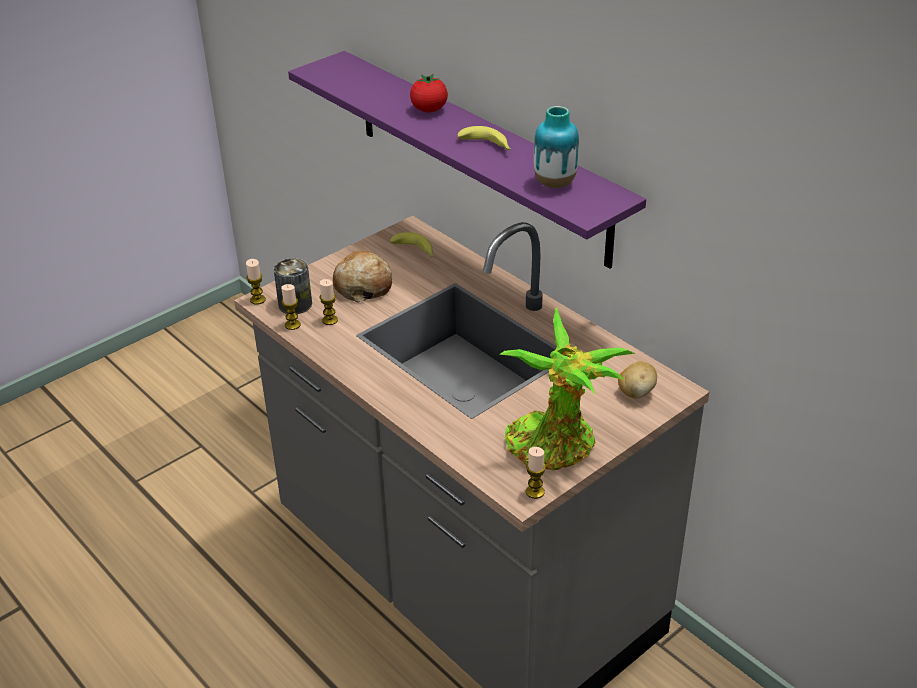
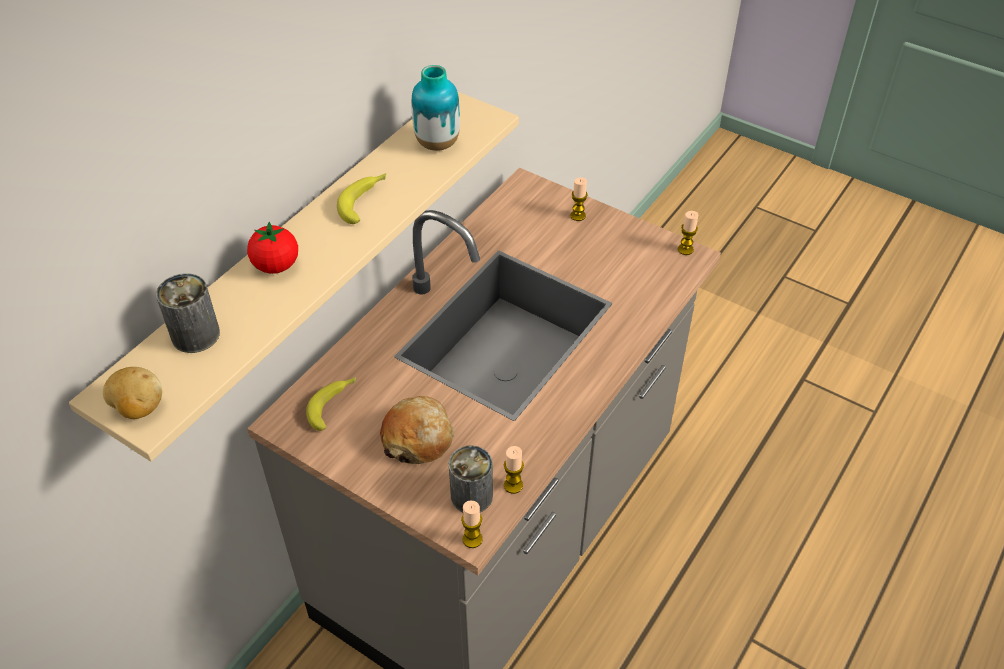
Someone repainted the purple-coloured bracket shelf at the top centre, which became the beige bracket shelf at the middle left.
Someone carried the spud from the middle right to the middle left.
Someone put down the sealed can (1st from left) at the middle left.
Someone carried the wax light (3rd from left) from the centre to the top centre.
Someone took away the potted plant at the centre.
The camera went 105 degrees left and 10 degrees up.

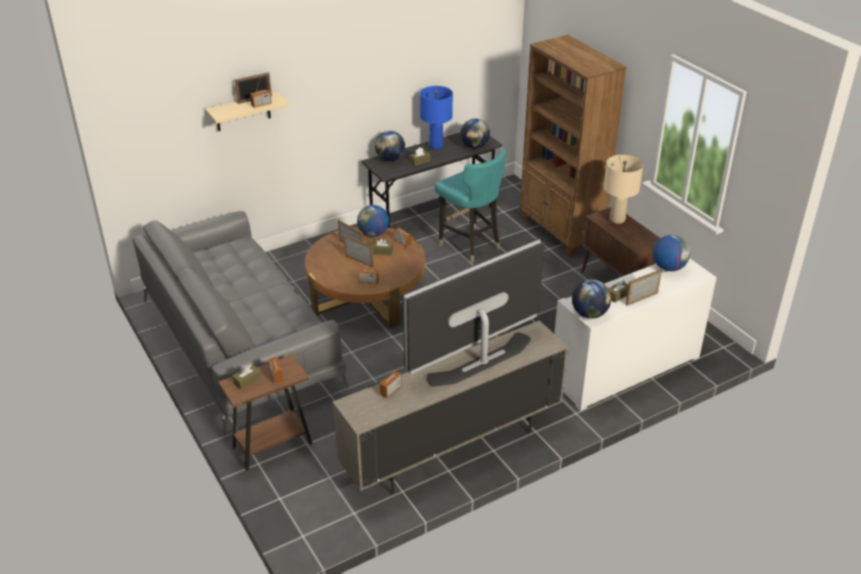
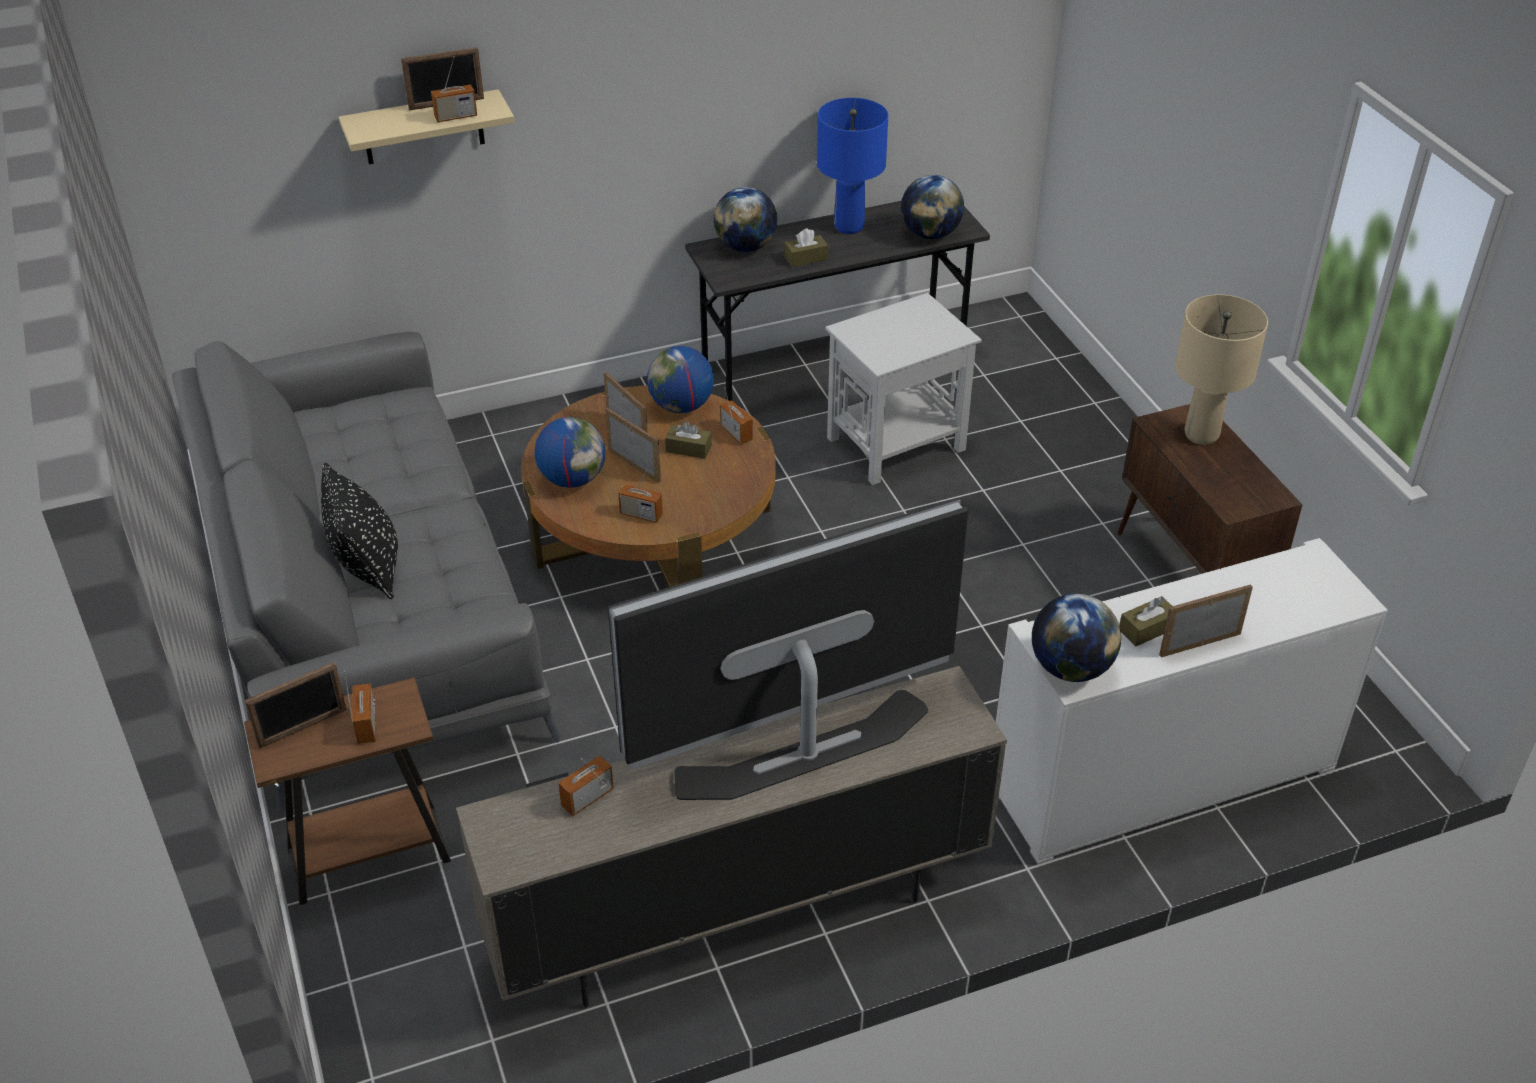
Someone swapped the brown-coloured tissue holder (1st from left) at the middle left for the photo frame (1st from left) at the middle left.
Someone put down the black-coloured throw pillow at the middle left.
Someone carried the desk globe (5th from left in the first image) from the middle right to the centre.
Someone swapped the blue-green plain chair at the centre for the white end table at the centre.
Someone took away the brown-coloured bookshelf at the top centre.
The camera went 10 degrees right and 5 degrees up.

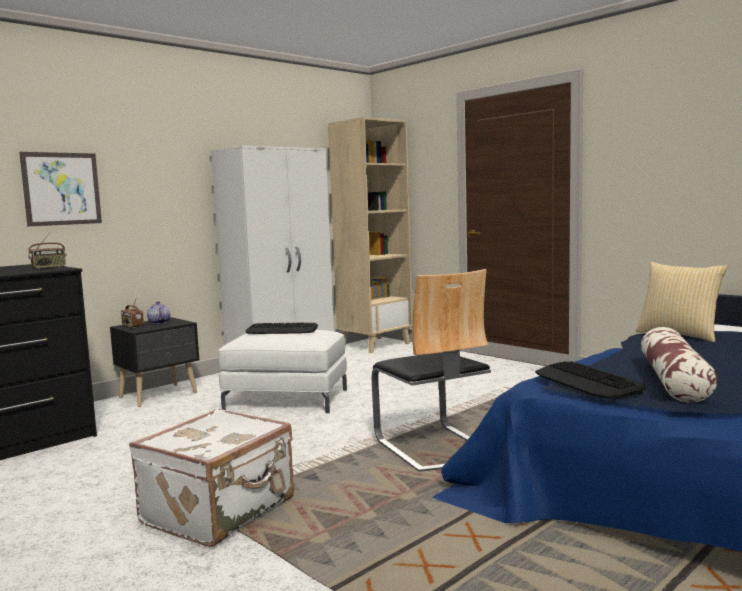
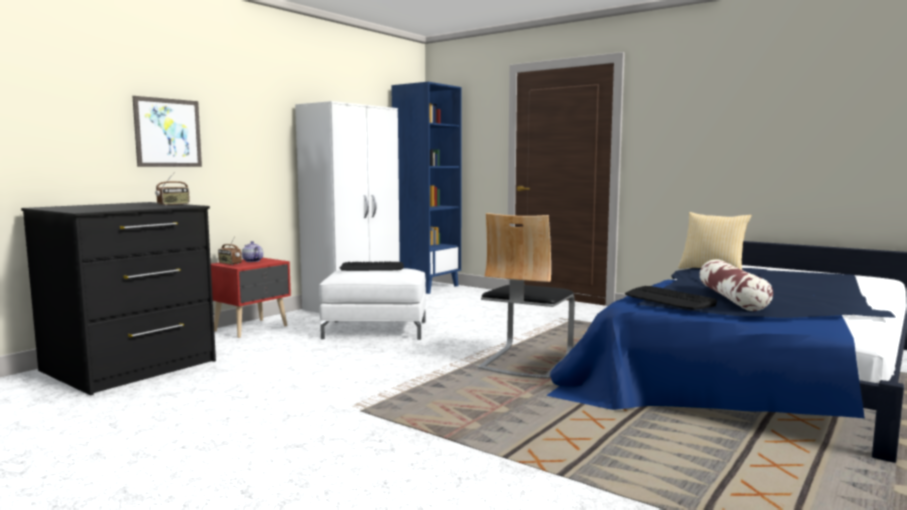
Someone repainted the black-coloured nightstand at the middle left, which became the reddish nightstand at the middle left.
Someone repainted the beige bookshelf at the centre, which became the blue-coloured bookshelf at the centre.
Someone rotated the plain chair at the centre by 60 degrees clockwise.
Someone took away the white piece of luggage at the bottom left.
The camera went 10 degrees left and 0 degrees up.

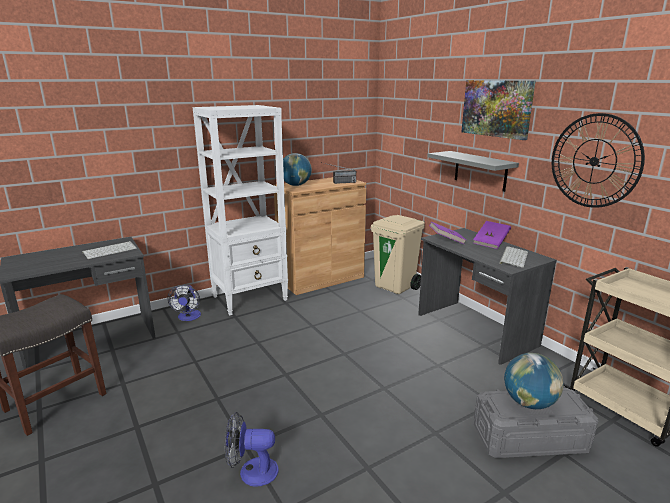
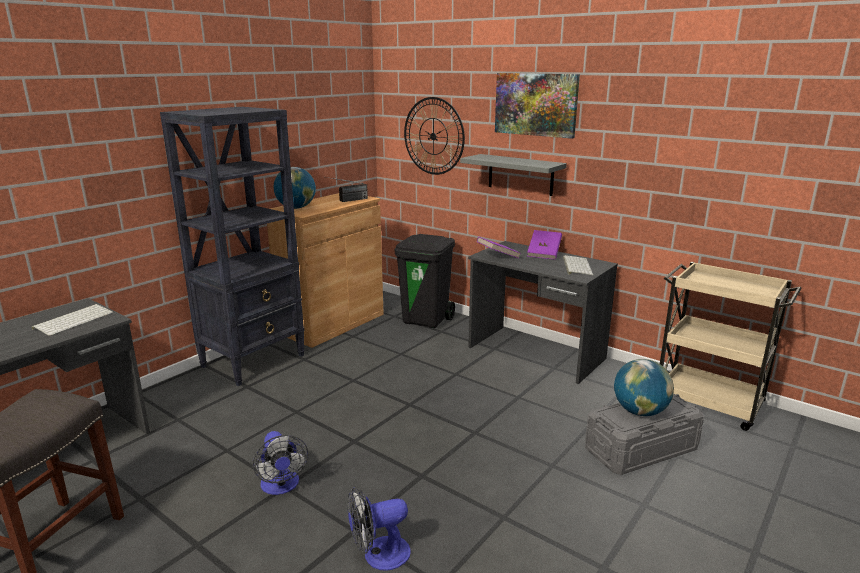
Someone repainted the white bookshelf at the centre, which became the black-coloured bookshelf at the middle left.
Someone carried the fan (1st from left) from the middle left to the bottom left.
Someone repainted the beige rubbish bin at the centre, which became the black-coloured rubbish bin at the centre.
Someone carried the wall clock from the top right to the top centre.
The camera went 20 degrees left and 0 degrees up.

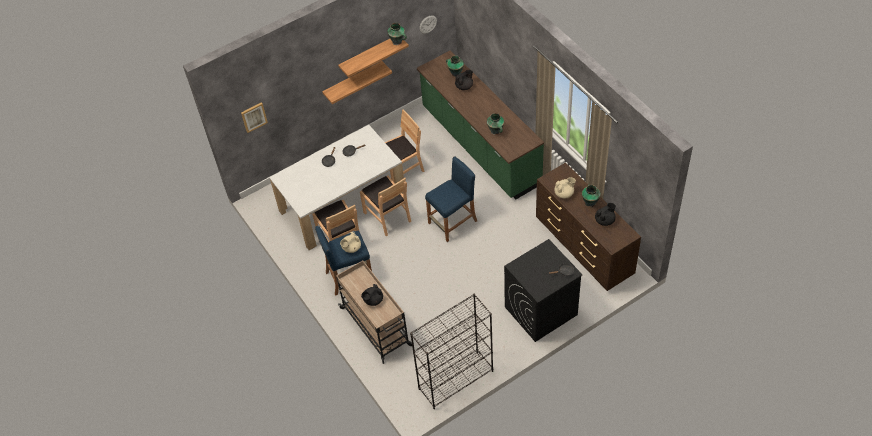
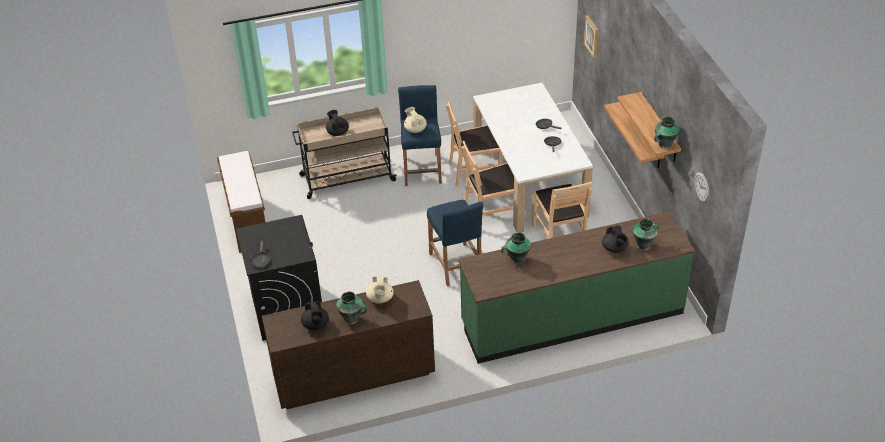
Someone swapped the black-coloured bookshelf at the bottom centre for the brown-coloured indoor bench at the middle left.
The camera went 105 degrees right and 10 degrees down.

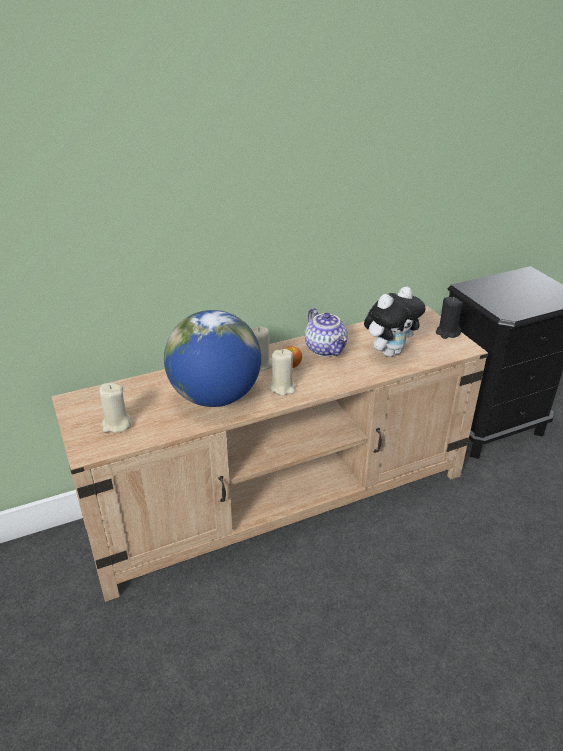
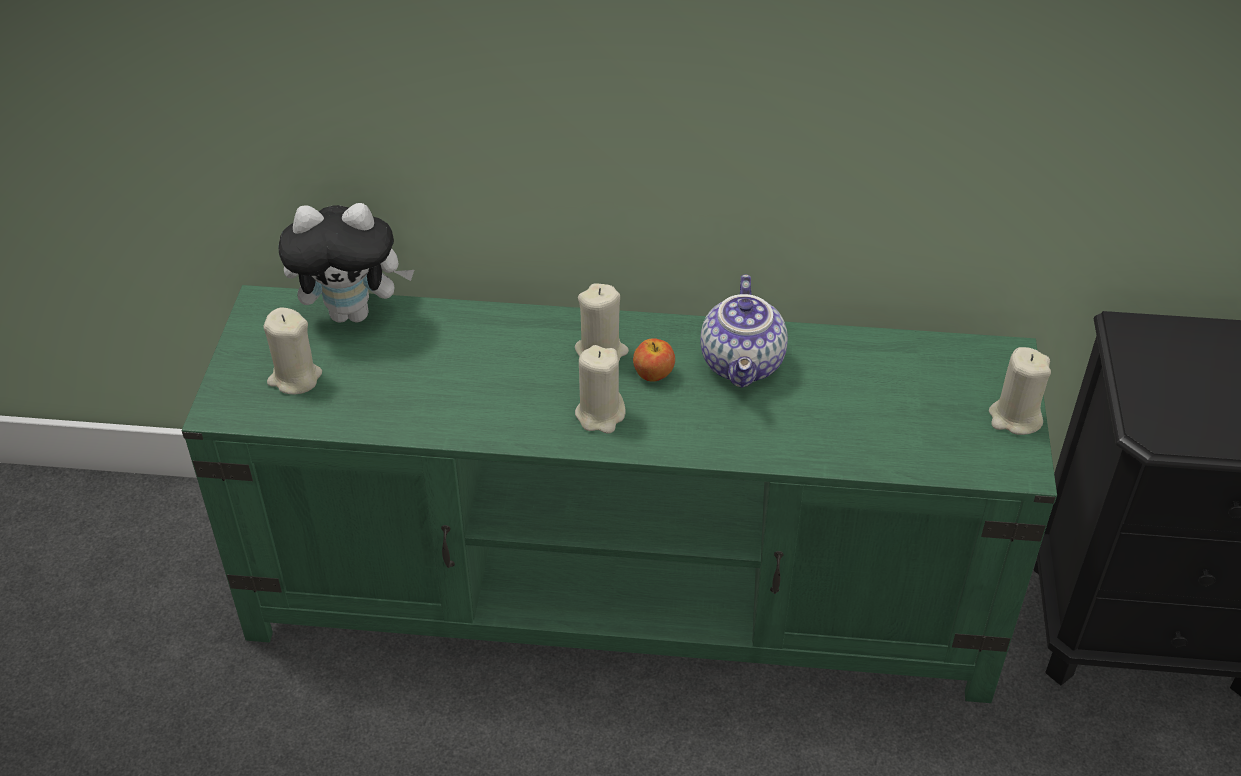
Someone repainted the beige tv stand at the centre, which became the greenish tv stand at the centre.
Someone carried the cuddly toy from the middle right to the middle left.
Someone repainted the black-coloured wax light at the middle right, which became the beige wax light (4th from left) at the middle right.
Someone took away the desk globe at the centre.
The camera went 30 degrees right and 10 degrees up.

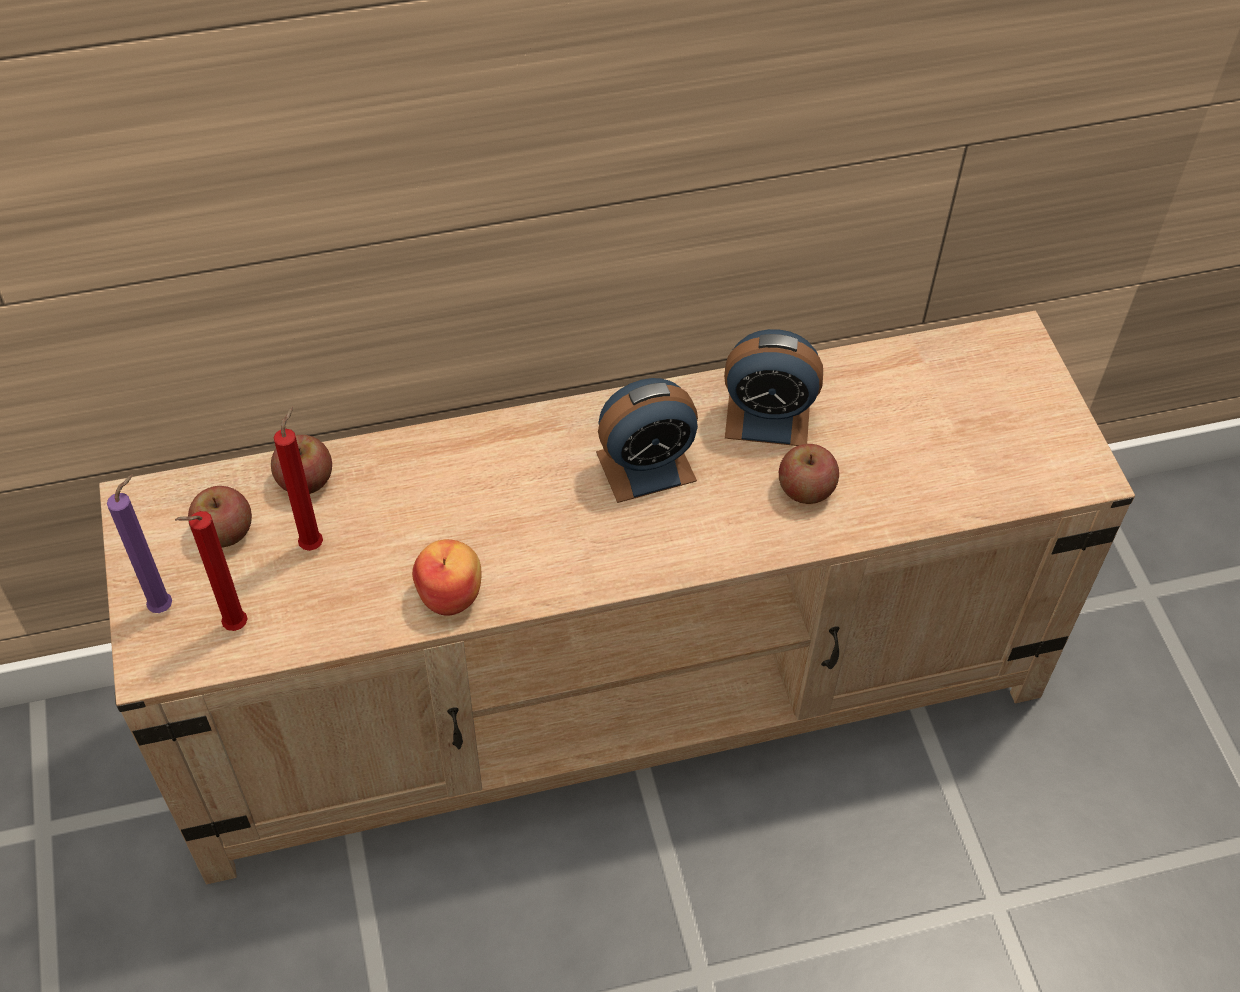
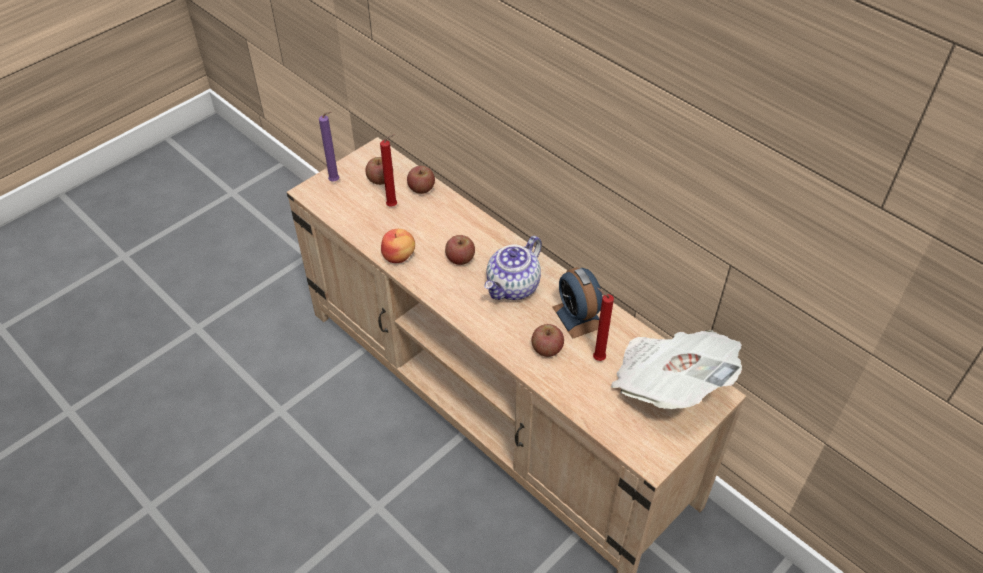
Someone put down the whole apple (4th from left) at the centre.
Someone swapped the bedside clock (1st from left) at the centre for the pot for tea at the centre.
Someone carried the reddish wax light (1st from left in the first image) from the middle left to the centre.
Someone put down the printed paper at the middle right.
The camera went 60 degrees right and 5 degrees down.

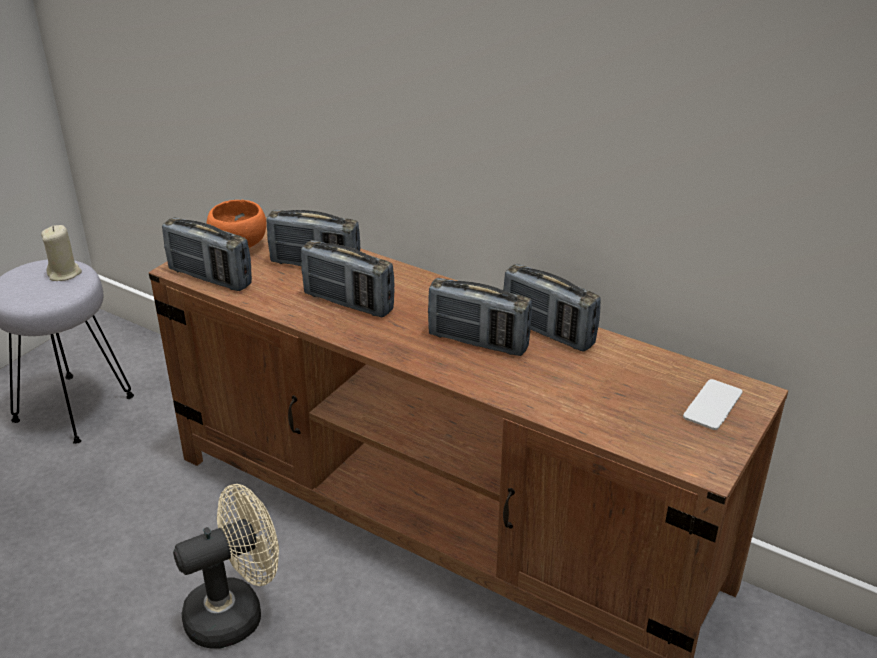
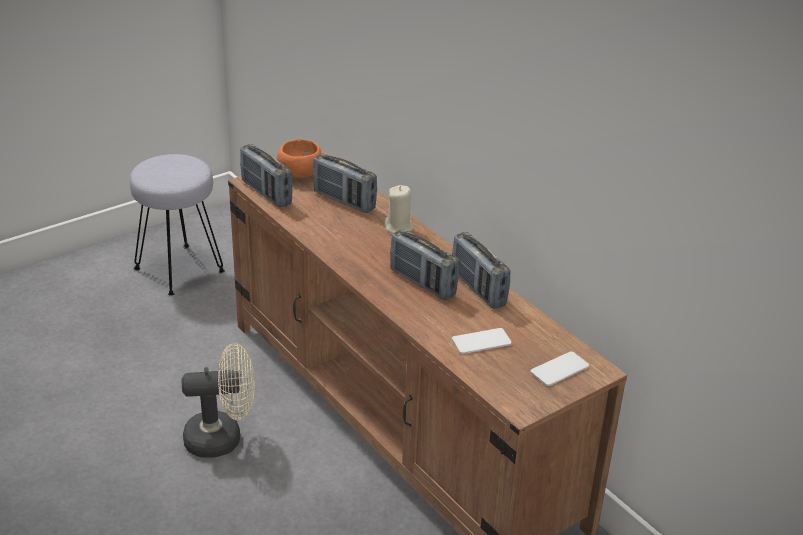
Someone carried the beige wax light from the middle left to the centre.
Someone put down the handset (1st from left) at the centre.
Someone took away the radio receiver (3rd from left) at the centre.
The camera went 20 degrees right and 0 degrees up.

